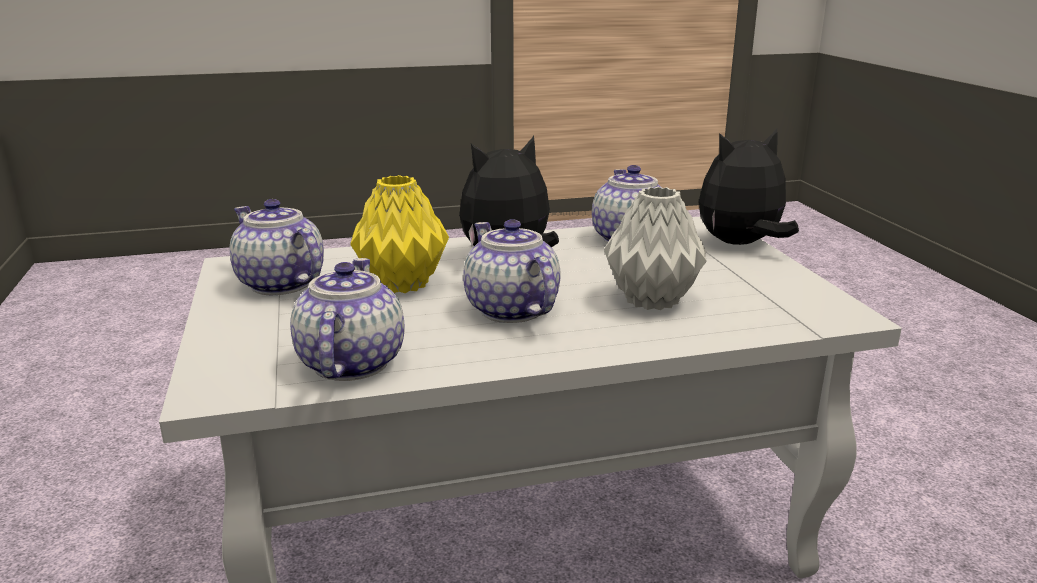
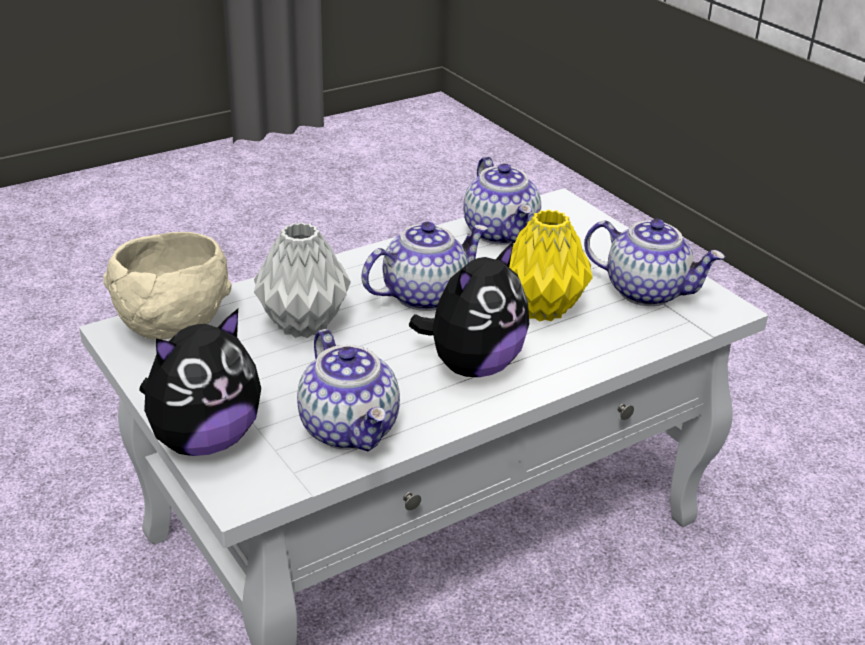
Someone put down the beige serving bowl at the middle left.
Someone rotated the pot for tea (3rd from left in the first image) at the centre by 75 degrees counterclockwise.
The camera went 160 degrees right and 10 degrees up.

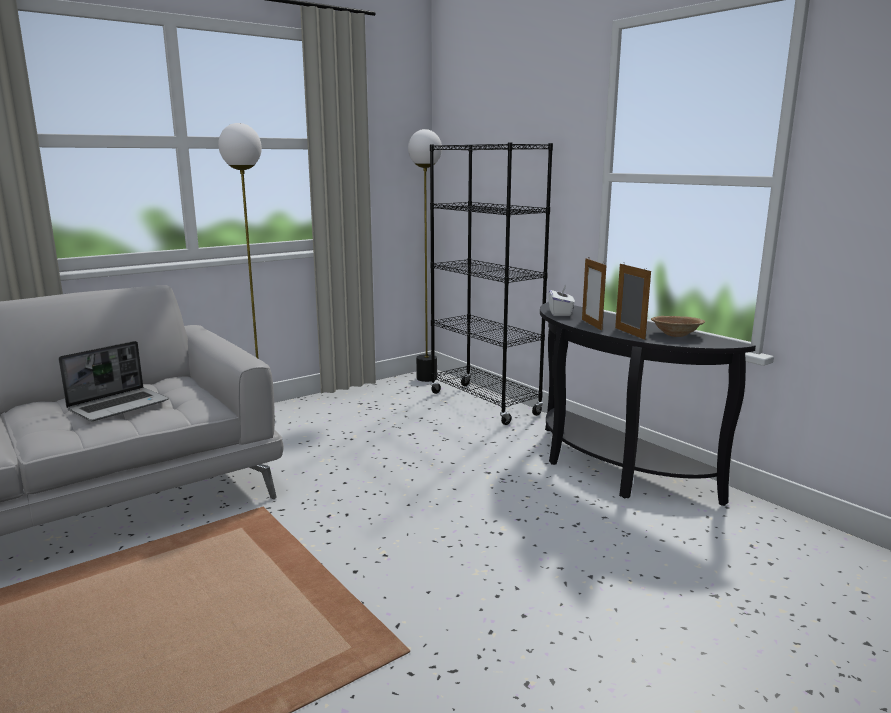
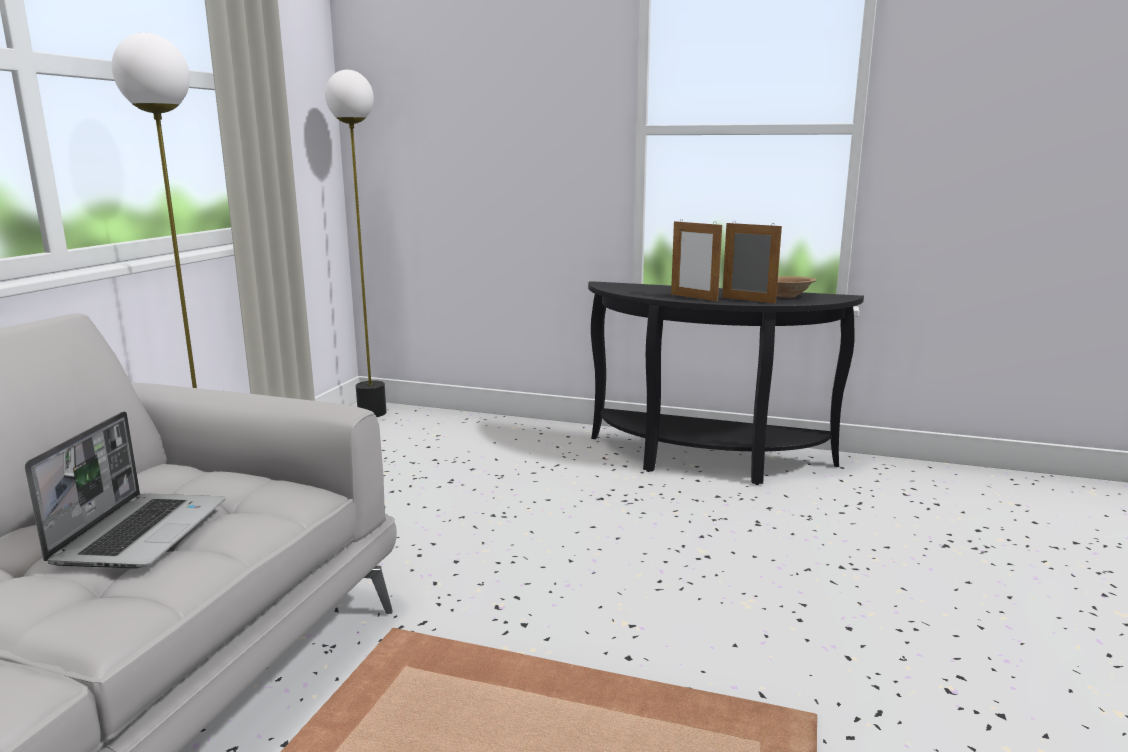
Someone took away the black-coloured bookshelf at the centre.
Someone took away the white tissue holder at the centre.
The camera went 35 degrees left and 0 degrees up.

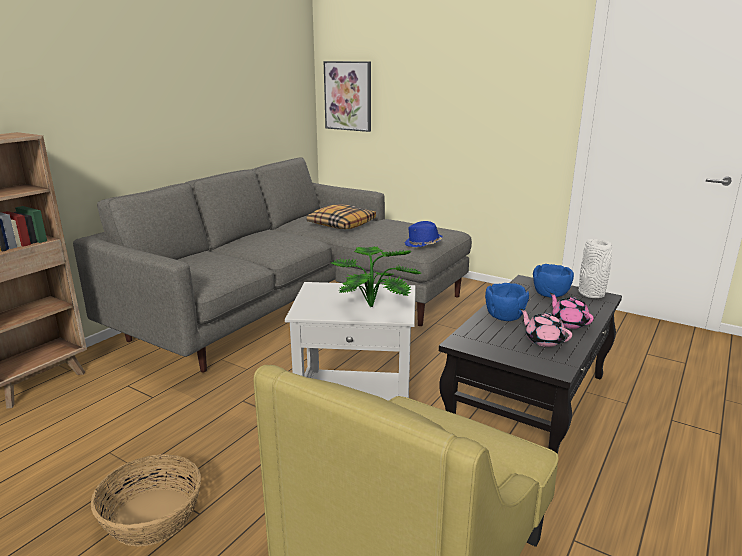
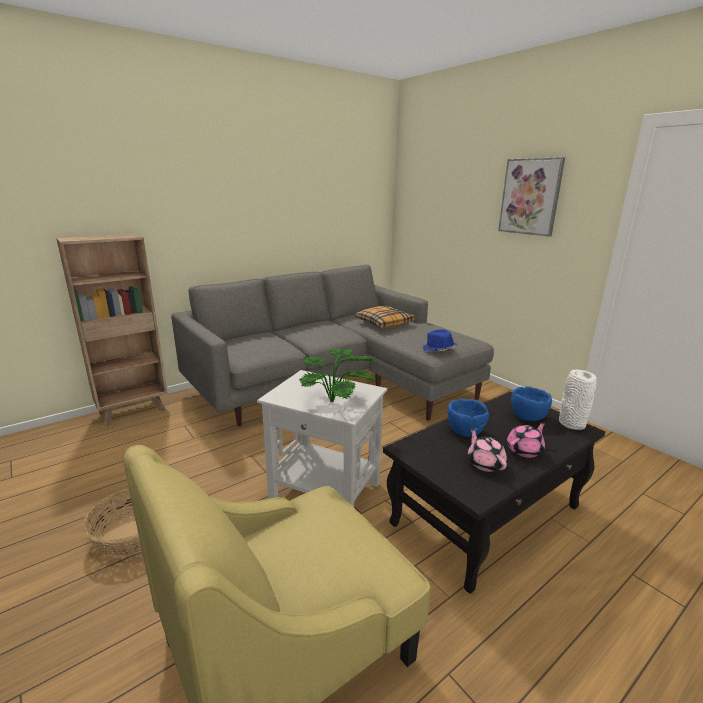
Someone carried the wall art from the top centre to the top right.
Someone rotated the pink-coloured pot for tea (2nd from left) at the middle right by 60 degrees clockwise.
The camera went 20 degrees right and 0 degrees up.

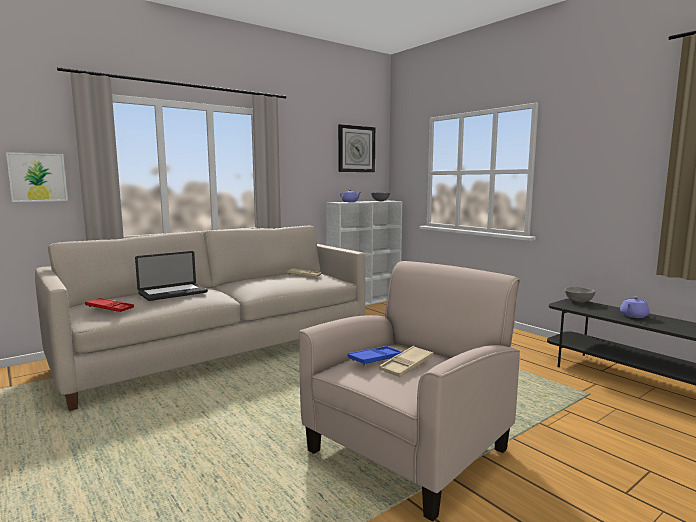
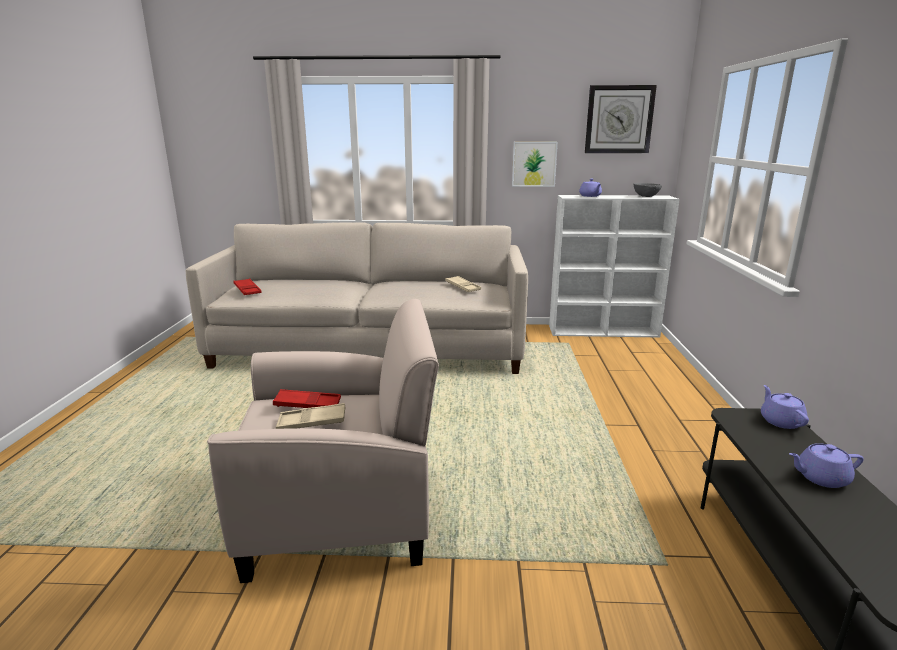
Someone repainted the blue-coloured serving tray at the bottom centre, which became the reddish serving tray (2nd from left) at the centre.
Someone carried the wall art from the middle left to the top centre.
Someone swapped the grey serving bowl (2nd from left) at the middle right for the purple-coloured pot for tea (2nd from left) at the middle right.
Someone took away the laptop at the middle left.
The camera went 40 degrees right and 10 degrees up.

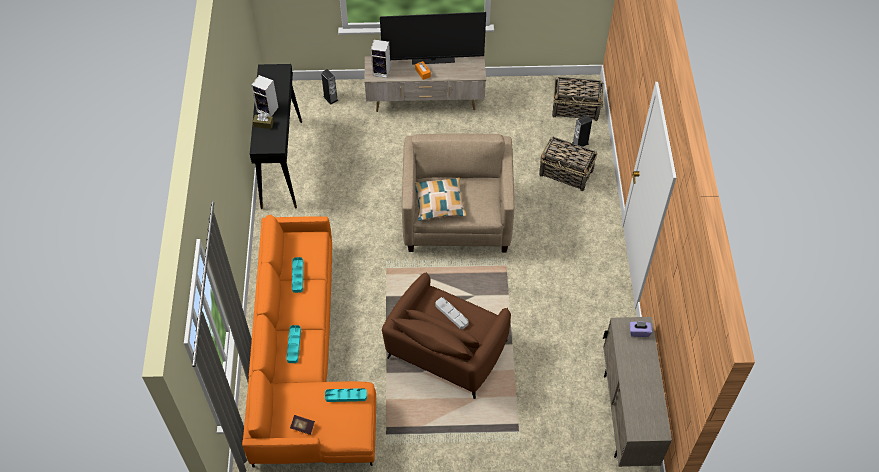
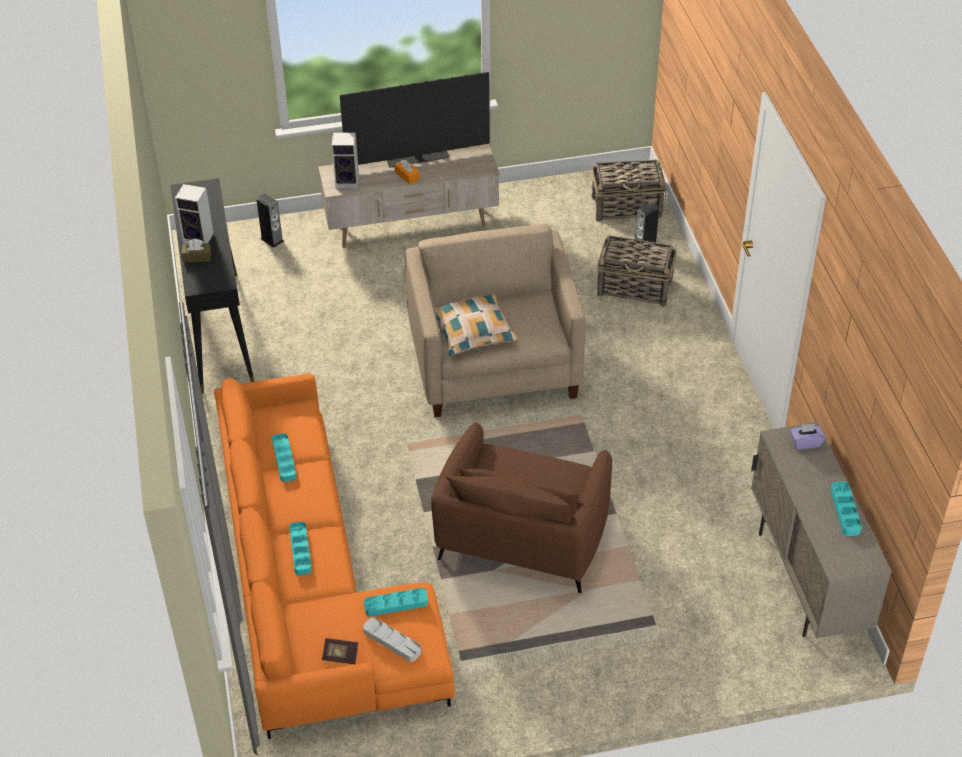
Someone carried the grey serving tray from the centre to the bottom centre.
Someone put down the blue-green serving tray (4th from left) at the bottom right.
The camera went 10 degrees left and 10 degrees down.

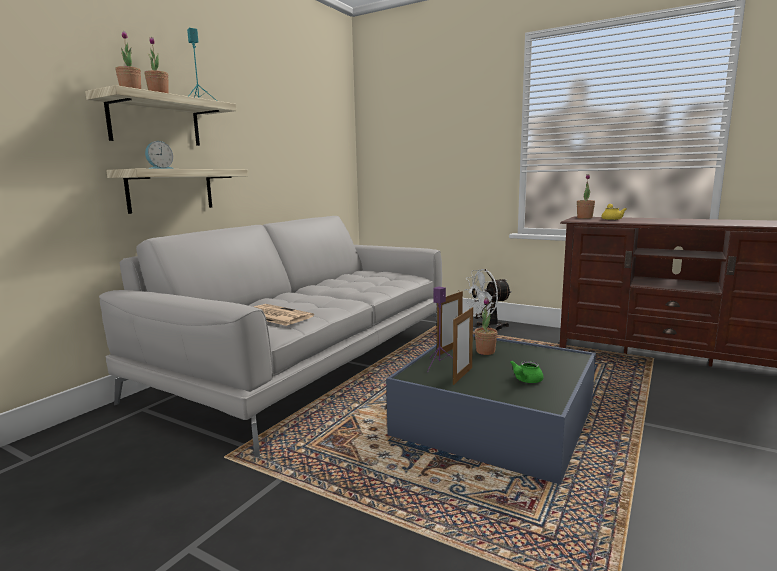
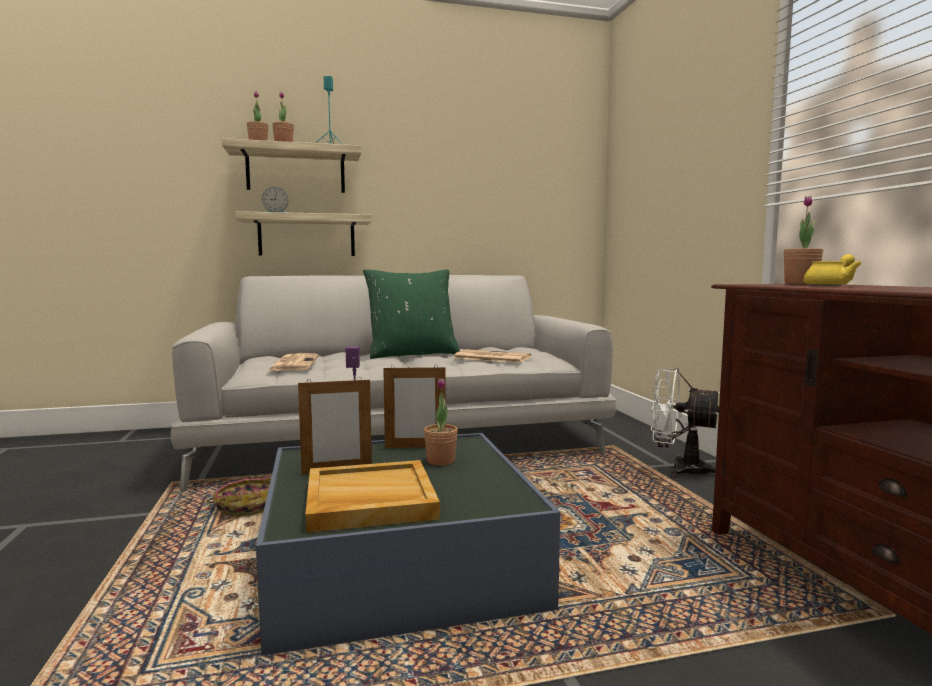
Someone put down the storage basket at the bottom left.
Someone swapped the greenish pot for tea at the middle right for the beige serving tray at the bottom centre.
Someone put down the greenish throw pillow at the centre.
Someone put down the printed paper (2nd from left) at the centre.
The camera went 45 degrees right and 5 degrees down.

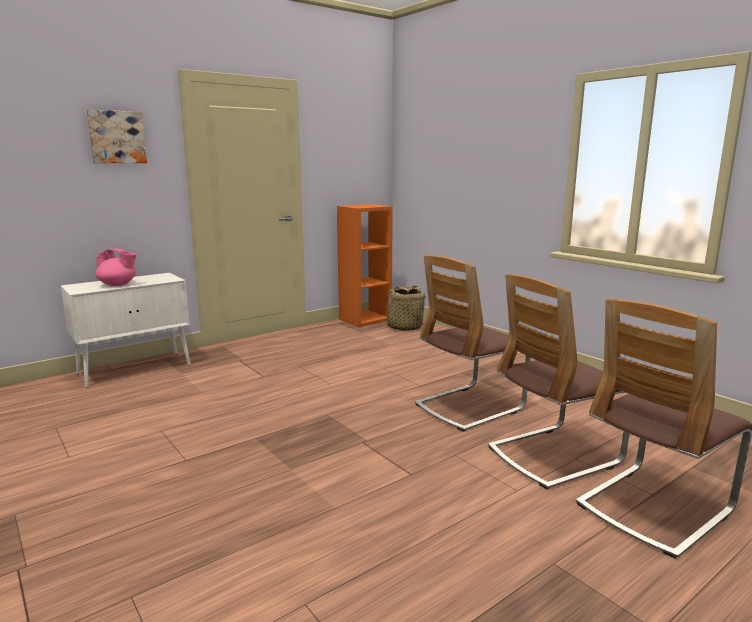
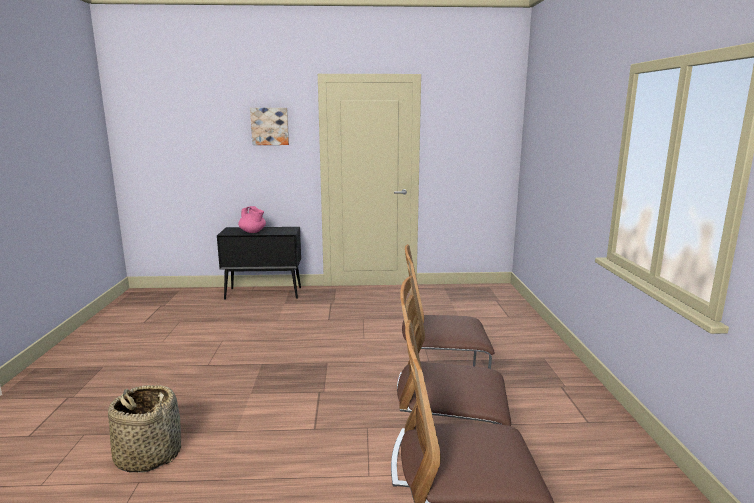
Someone carried the storage basket from the centre to the bottom left.
Someone repainted the white storage cabinet at the middle left, which became the black-coloured storage cabinet at the centre.
Someone took away the orange bookshelf at the centre.
The camera went 35 degrees right and 0 degrees up.

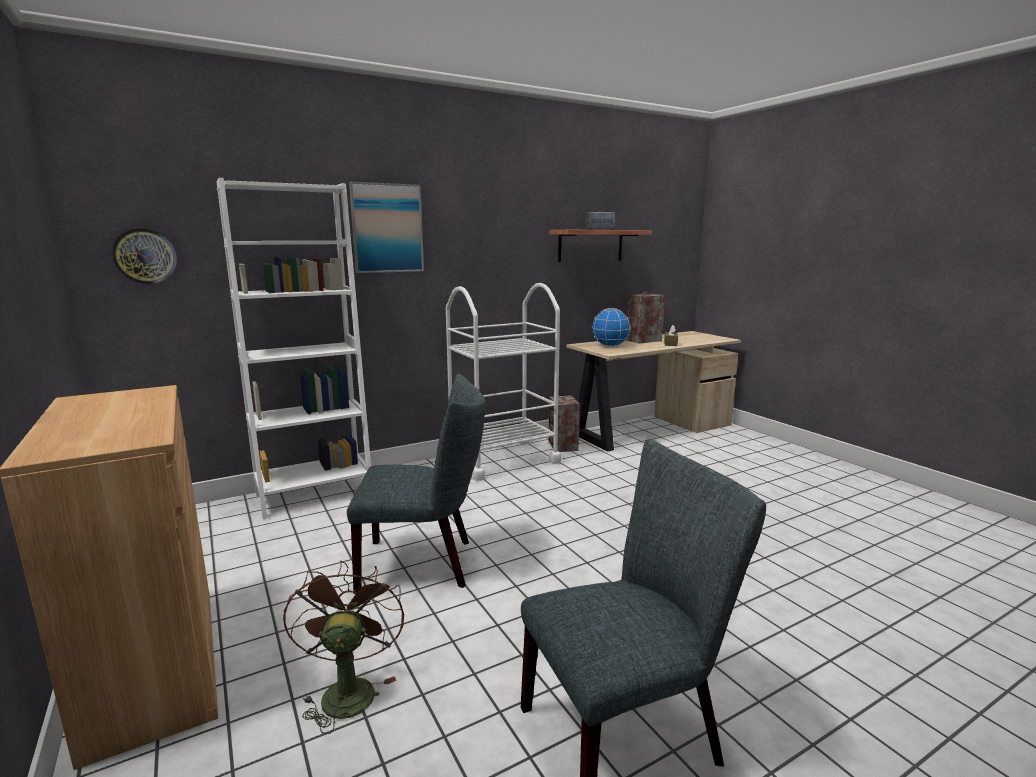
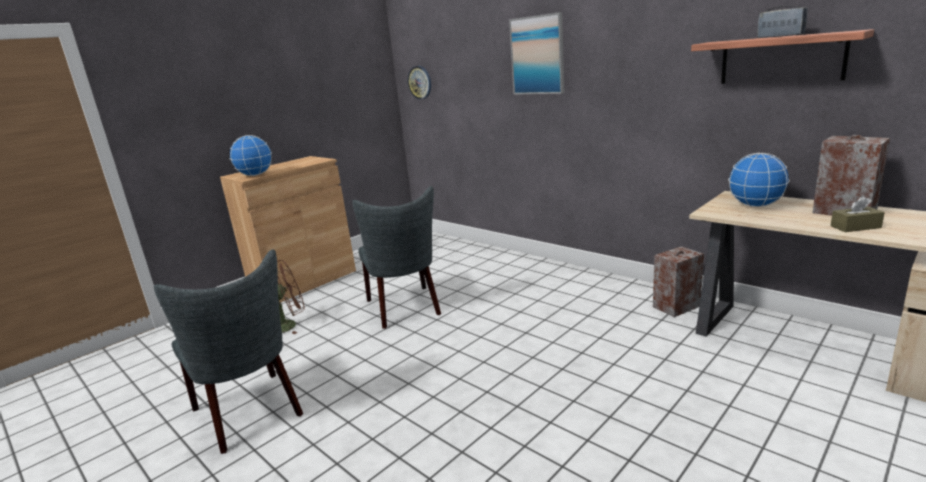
Someone put down the desk globe (1st from left) at the top left.
Someone took away the white bookshelf at the middle left.
Someone took away the white trolley at the centre.
The camera went 75 degrees right and 5 degrees up.

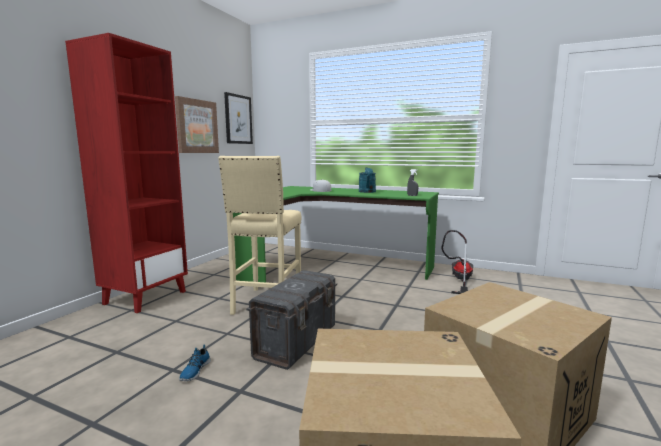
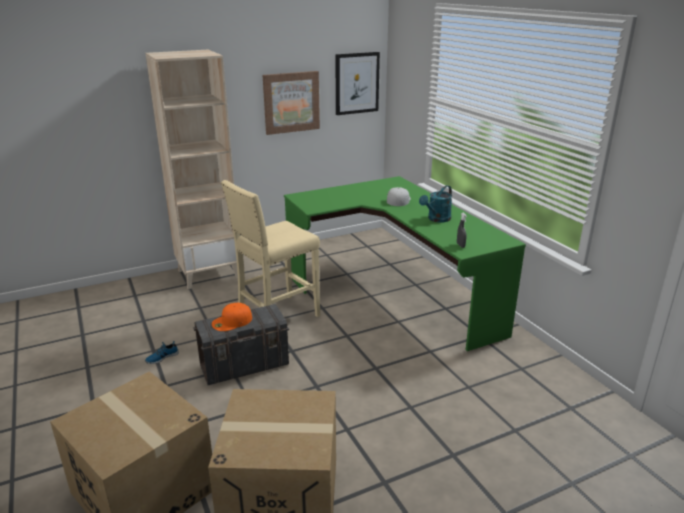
Someone repainted the reddish bookshelf at the middle left, which became the beige bookshelf at the top left.
Someone put down the orange baseball cap at the centre.
Someone took away the vacuum at the middle right.
The camera went 40 degrees right and 15 degrees up.

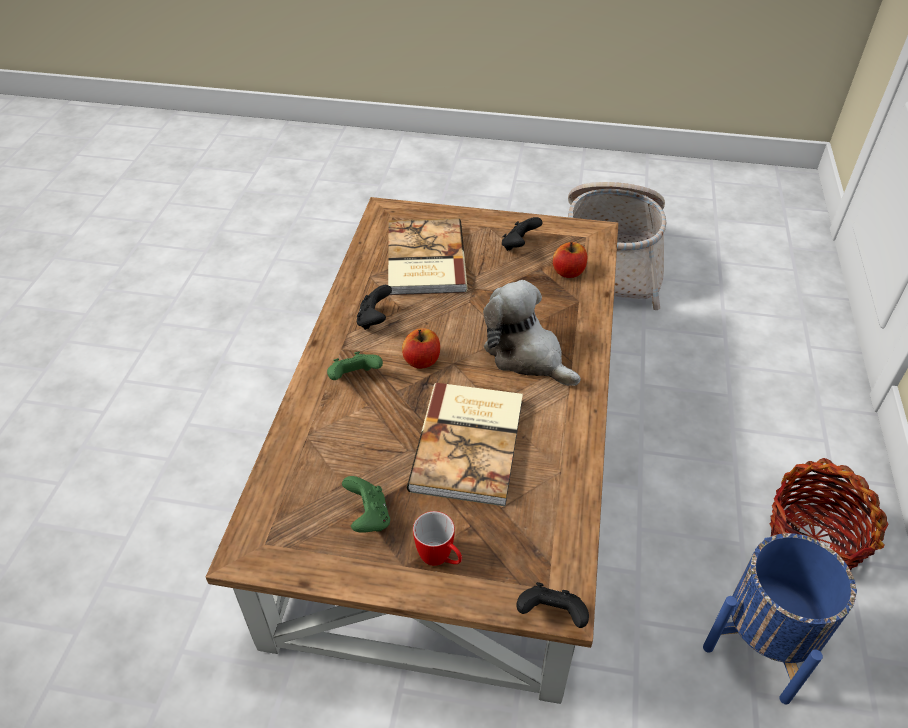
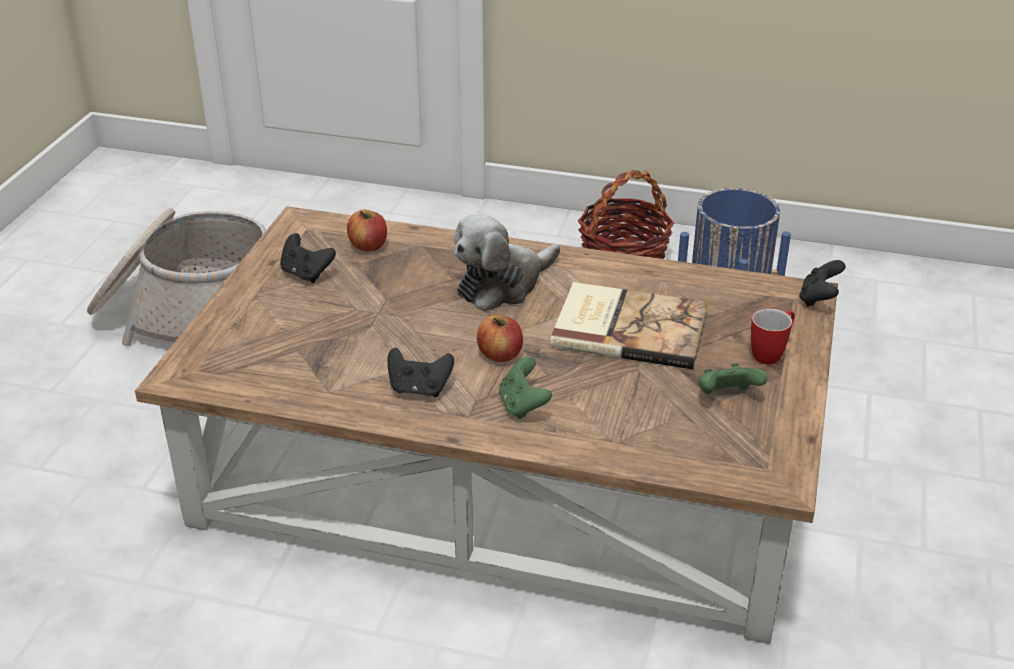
Someone took away the bound book (1st from left) at the centre.
The camera went 85 degrees left and 10 degrees down.

